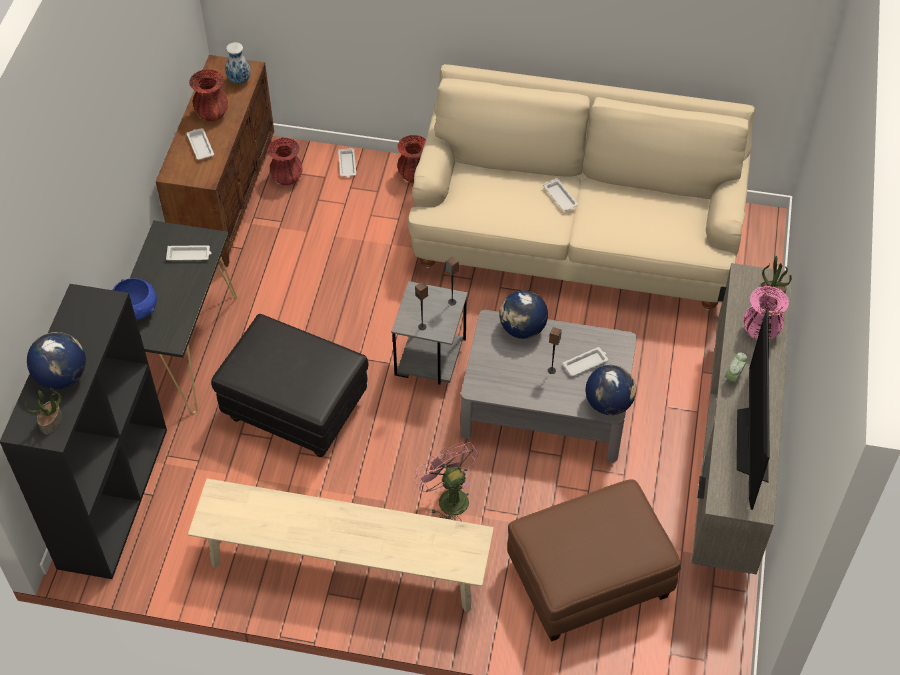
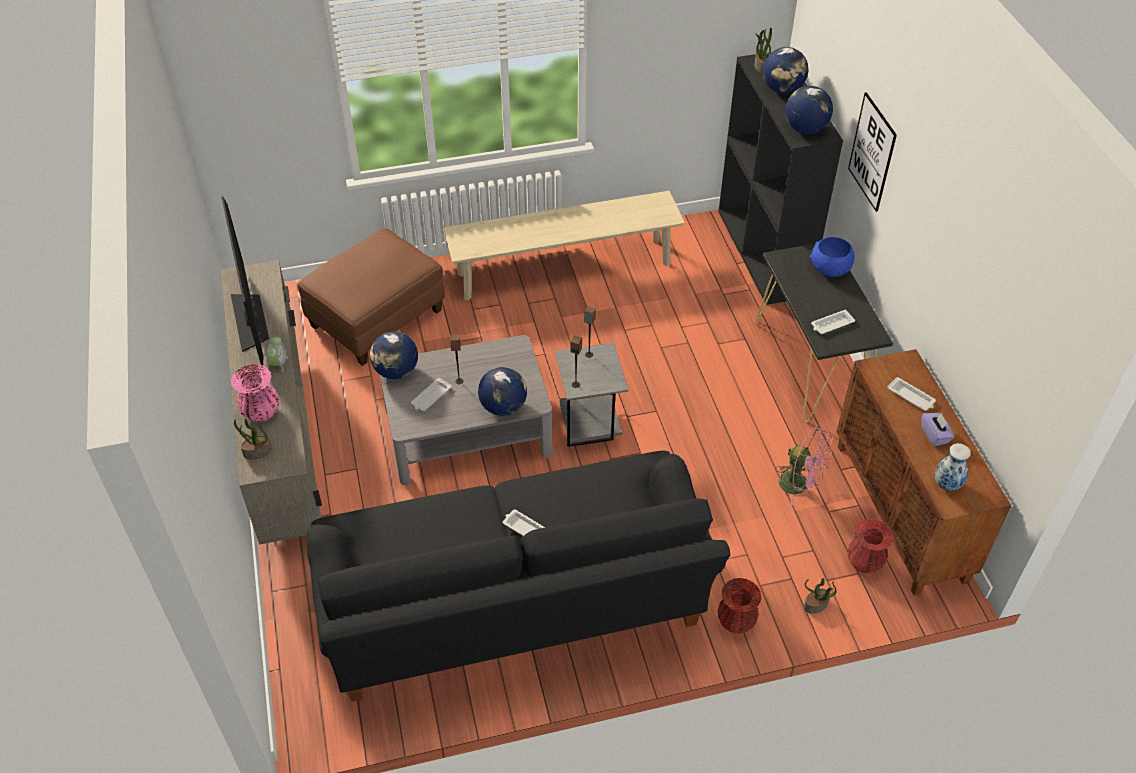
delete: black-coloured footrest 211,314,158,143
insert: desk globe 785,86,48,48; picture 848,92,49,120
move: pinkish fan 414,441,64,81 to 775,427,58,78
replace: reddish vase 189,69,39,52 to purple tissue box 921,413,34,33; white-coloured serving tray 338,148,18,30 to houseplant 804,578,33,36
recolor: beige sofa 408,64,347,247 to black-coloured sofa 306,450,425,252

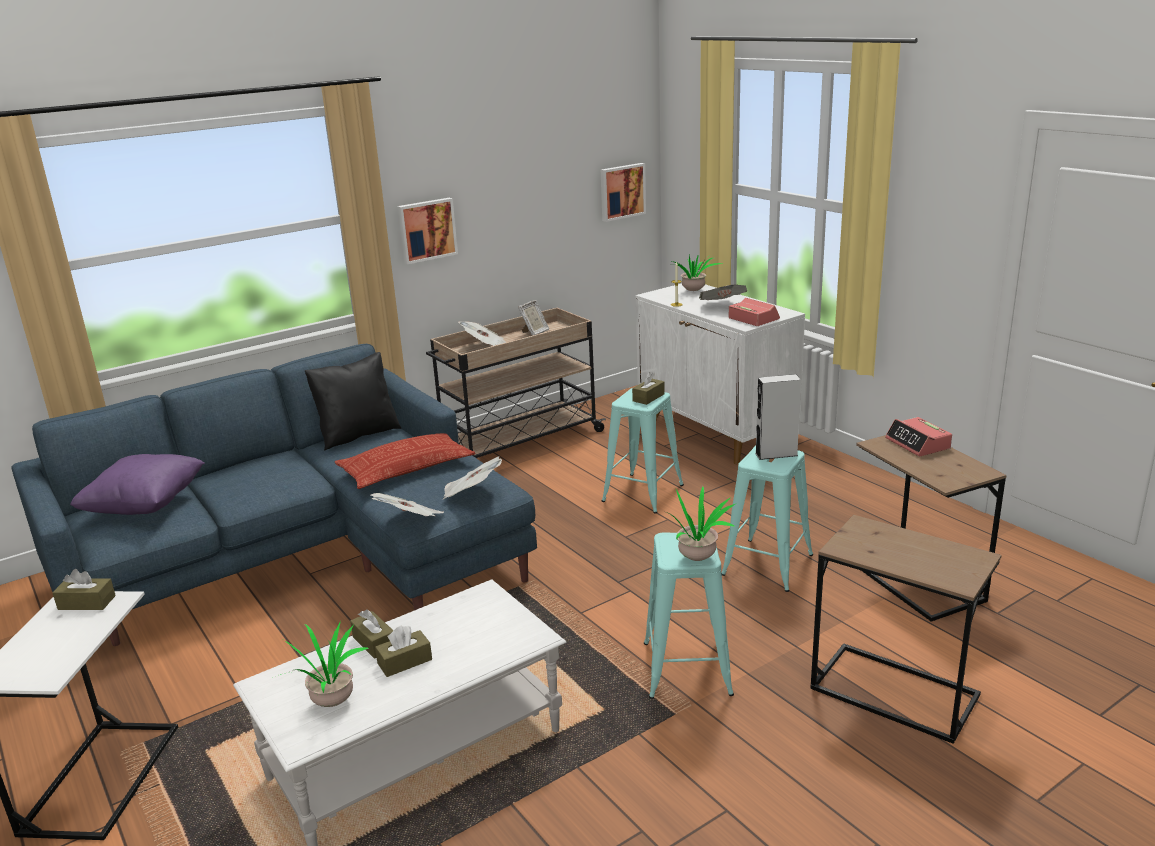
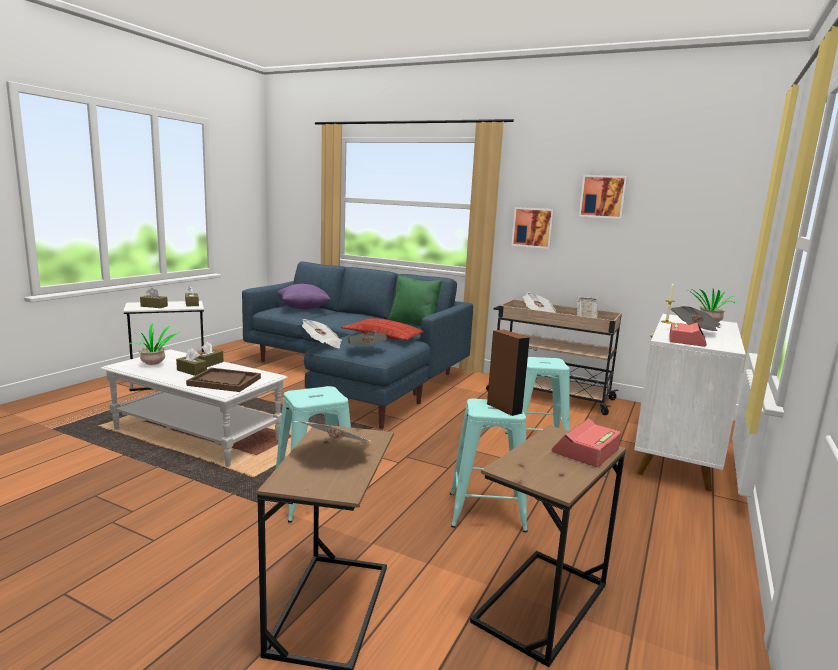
delete: houseplant 651,486,84,75
insert: brown serving tray 186,368,75,24; newspaper 293,421,79,22
move: picture 601,163,45,59 to 579,175,48,44; brown tissue box 632,372,33,33 to 140,288,28,20
recolor: black-coloured cushion 305,352,96,98 to greenish cushion 389,275,53,51; gray speaker 755,374,46,86 to brown speaker 487,329,43,87

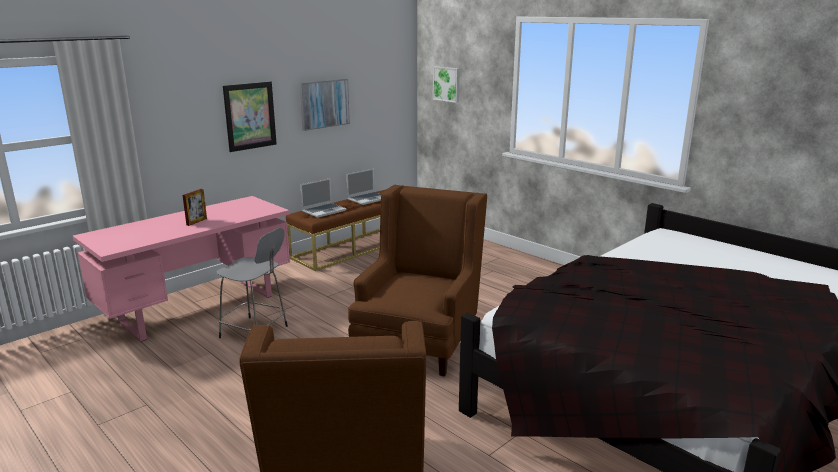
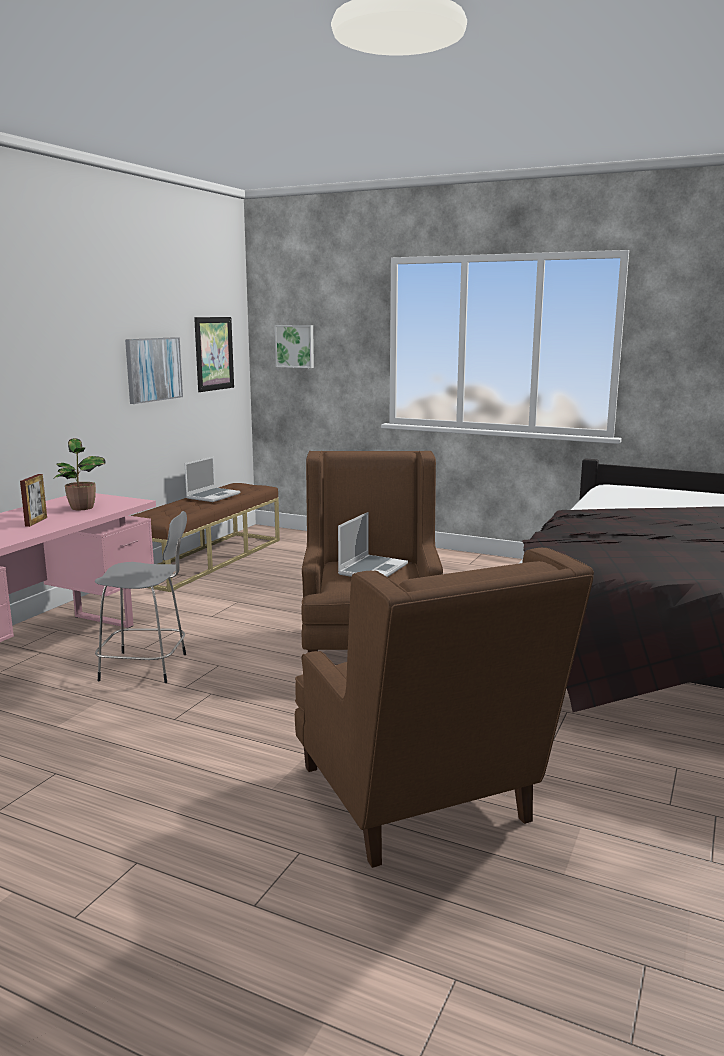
insert: houseplant 53,438,52,72
move: picture 223,82,54,70 to 194,317,40,75; notebook computer 301,178,45,40 to 338,512,70,65

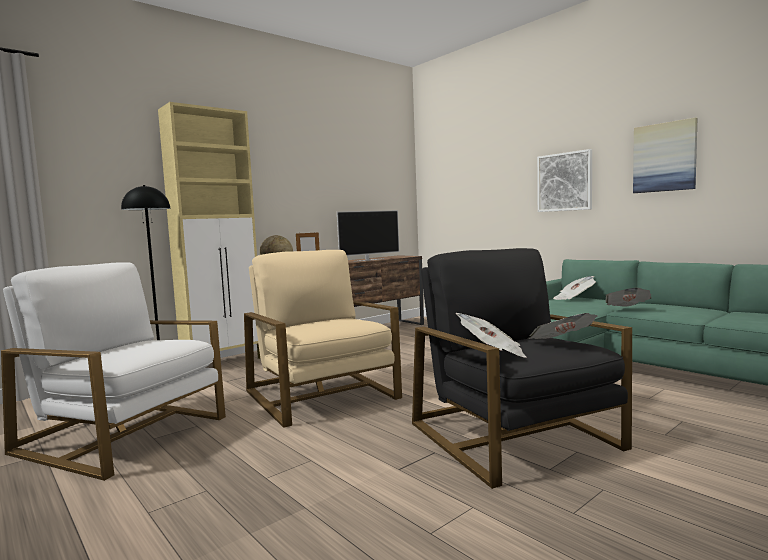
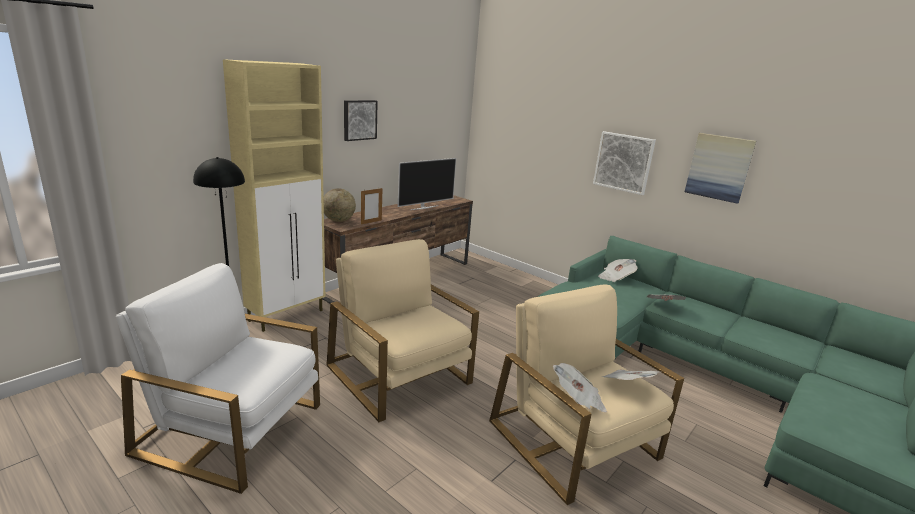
insert: picture 344,100,34,41
recolor: black-coloured easy chair 412,248,220,241 to beige easy chair 489,285,195,220

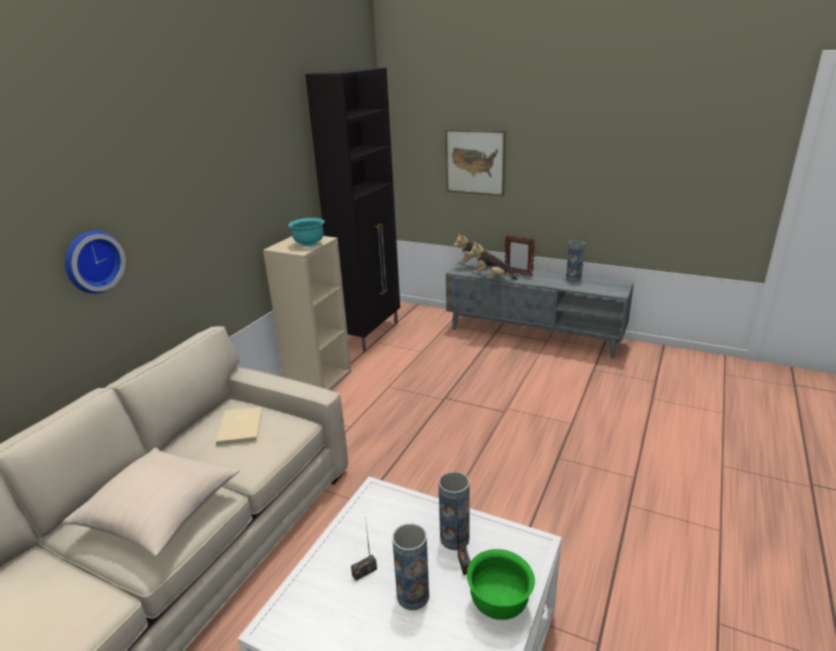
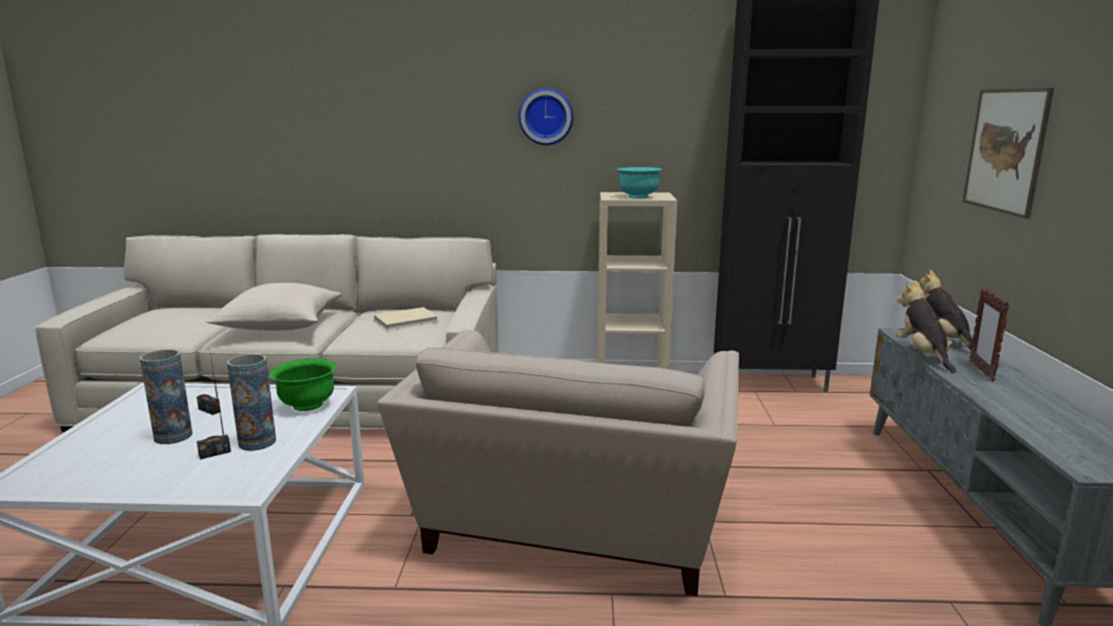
delete: vase 566,241,19,41
insert: beige easy chair 377,330,362,266
move: clock on the wall 65,230,61,64 to 519,88,55,57; greenish bowl 467,549,68,71 to 270,358,66,53

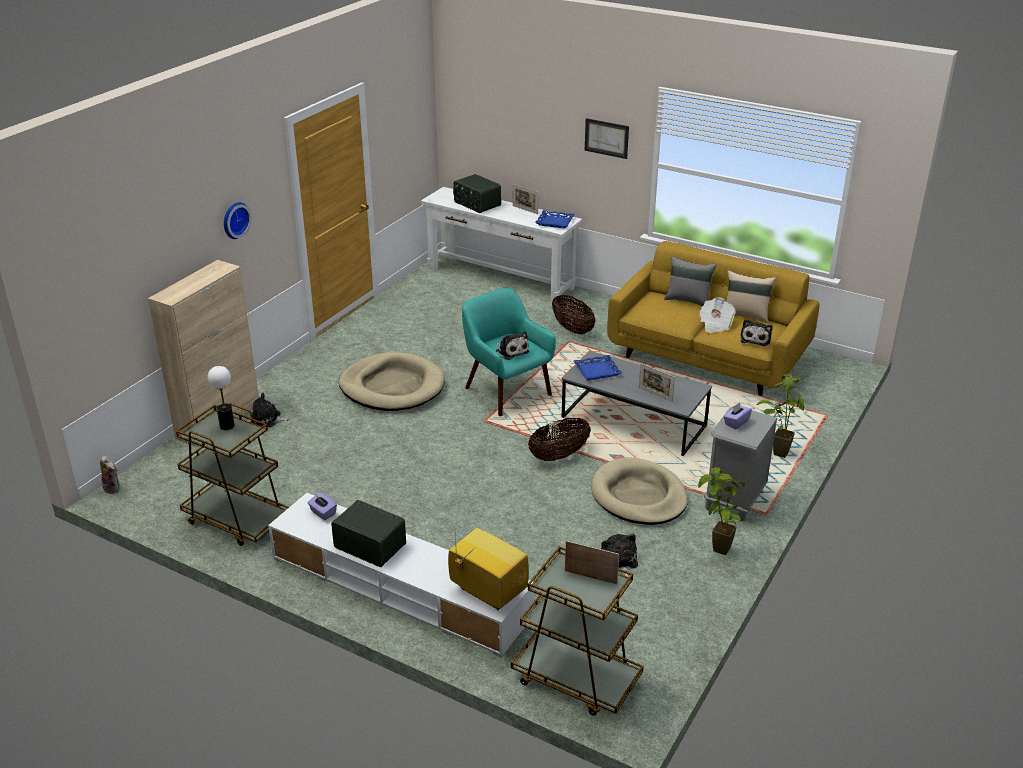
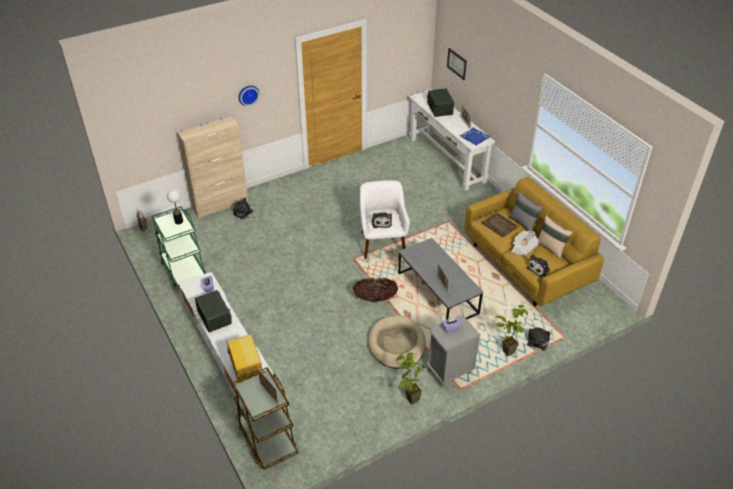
delete: beige pet bed 339,352,106,59; household basket 552,295,43,39; blue serving tray 574,355,48,25
insert: brown serving tray 482,213,36,25
move: picture 585,118,44,41 to 447,48,20,32; plush toy 601,534,37,43 to 527,327,23,28
recolor: brown cart 176,403,113,143 to greenish cart 152,206,54,83; blue-green easy chair 462,288,94,128 to white-coloured easy chair 360,180,50,79

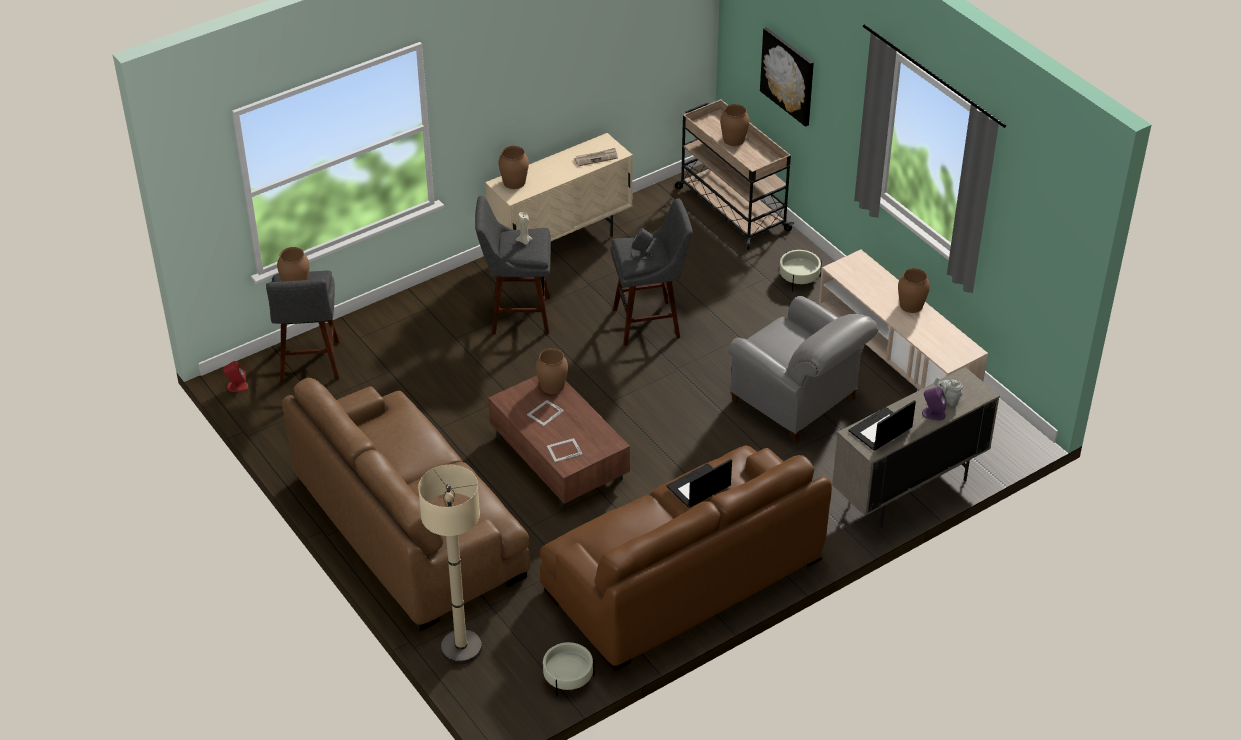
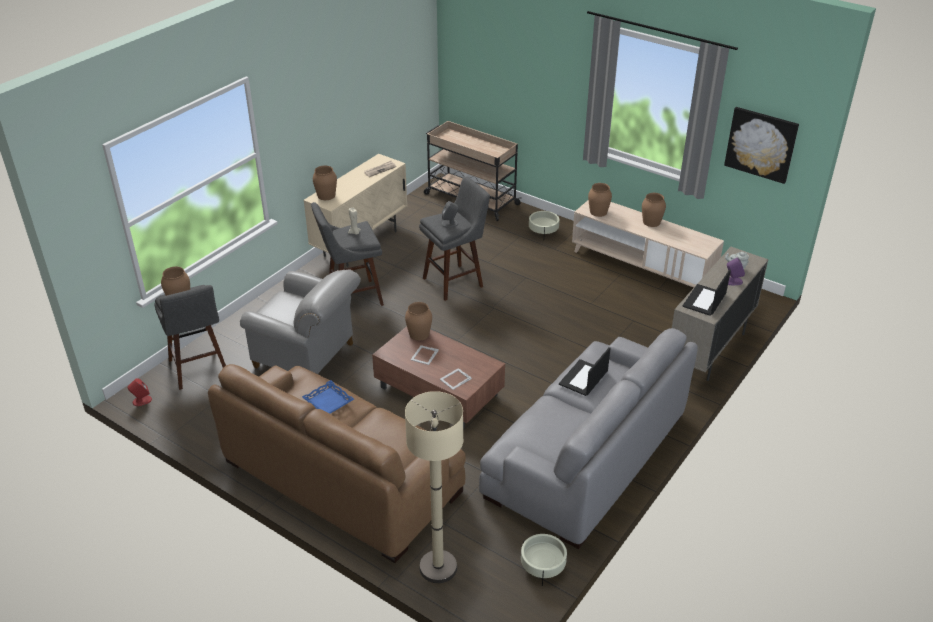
insert: blue serving tray 302,380,52,34
move: brown vase 720,104,30,42 to 588,183,24,34; gray easy chair 728,296,150,146 to 240,270,121,104; picture 760,27,54,100 to 724,107,75,77
recolor: brown sofa 540,446,292,225 to gray sofa 479,328,219,221

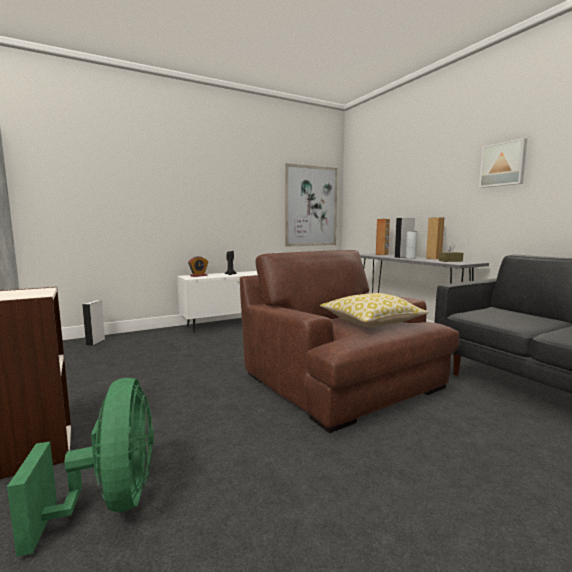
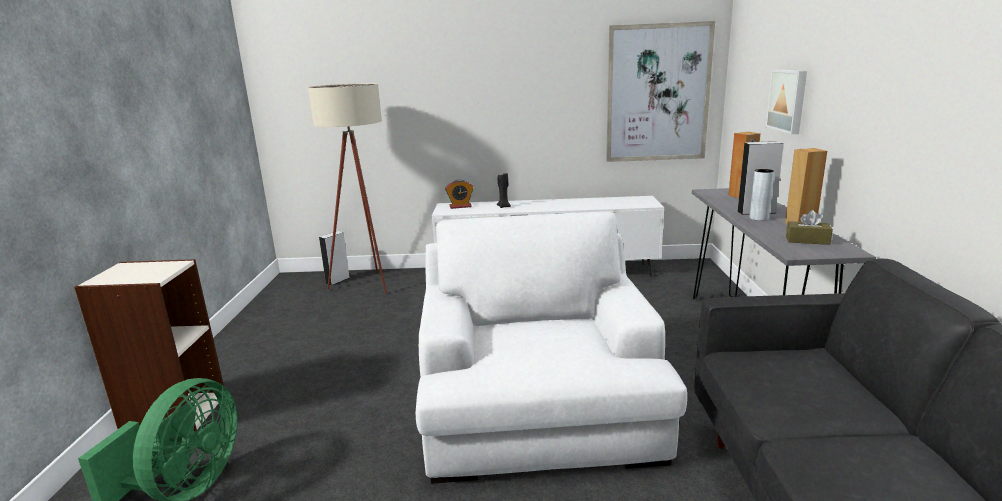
delete: cushion 320,293,109,34
insert: beige standard lamp 308,83,79,211
move: picture 479,138,48,50 to 766,69,41,65
recolor: brown easy chair 240,250,219,183 to white-coloured easy chair 416,211,271,273

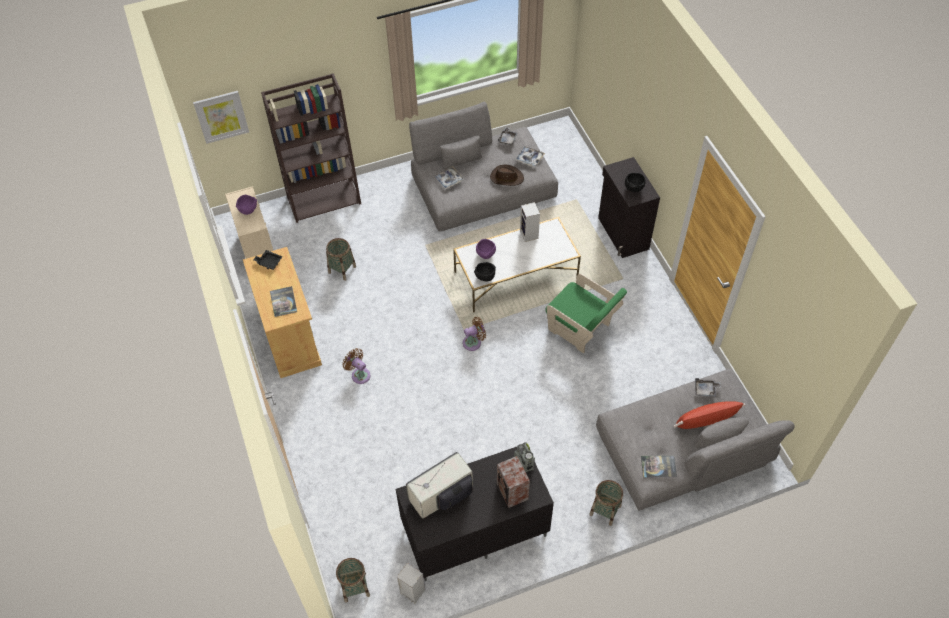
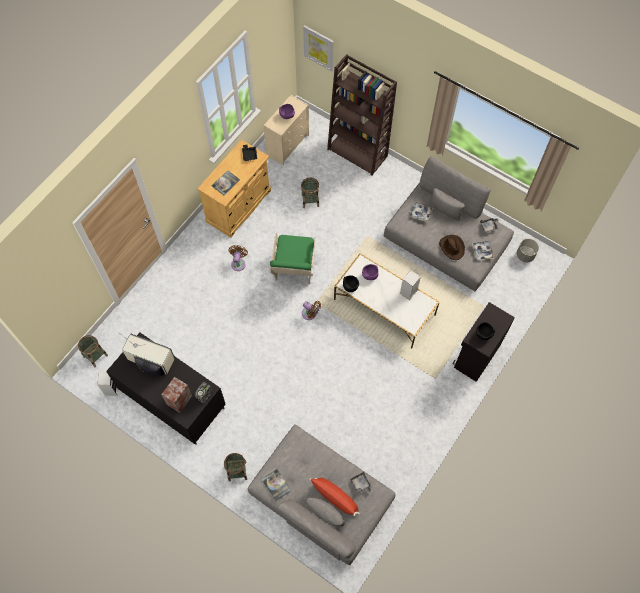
insert: gray planter 517,239,22,24
move: greenish easy chair 546,274,81,79 to 270,233,46,51

